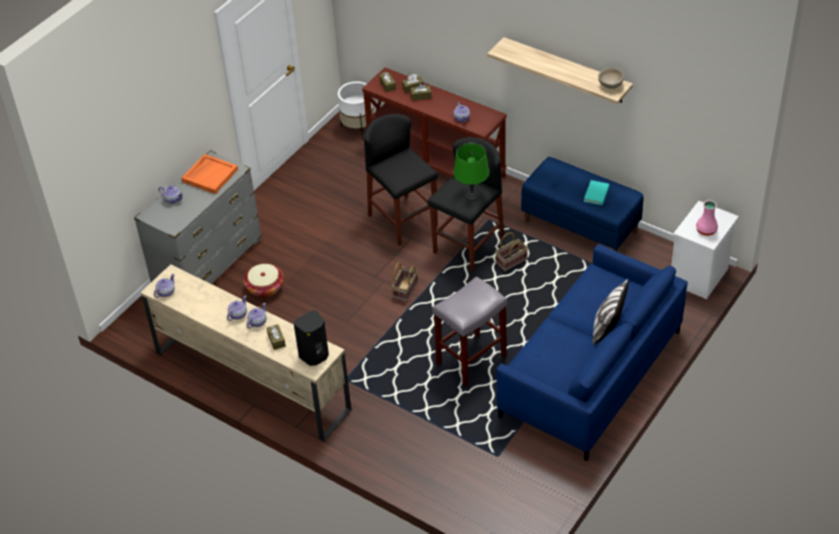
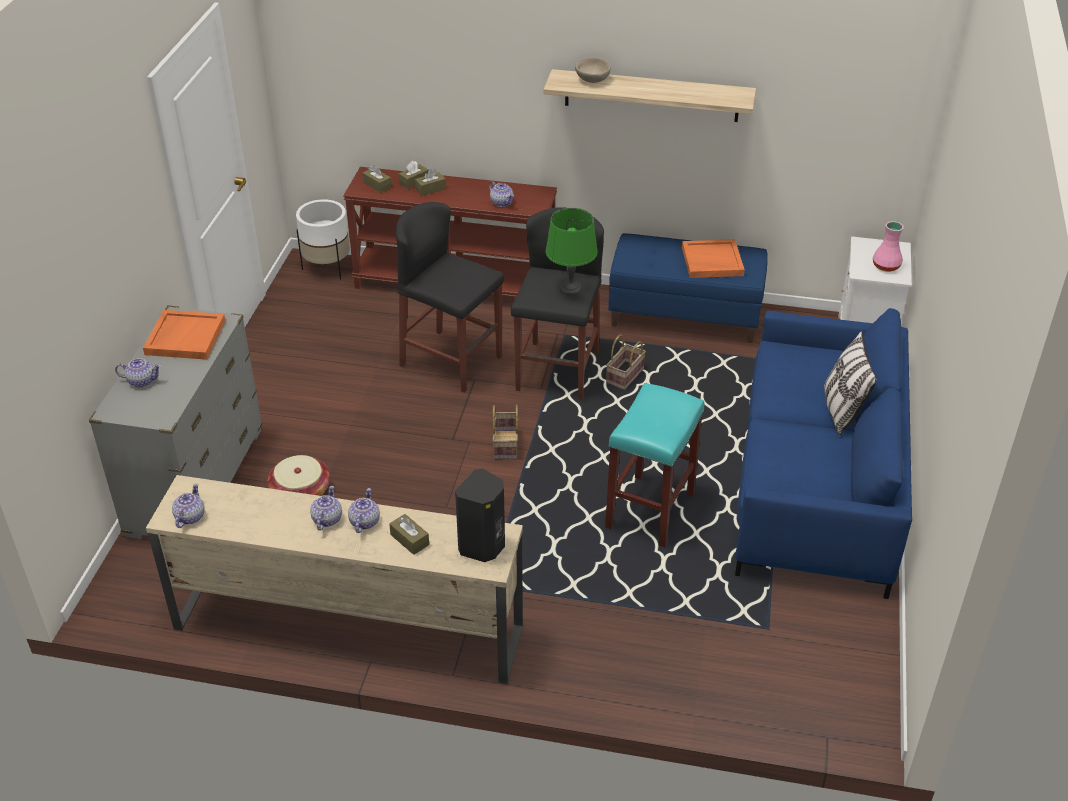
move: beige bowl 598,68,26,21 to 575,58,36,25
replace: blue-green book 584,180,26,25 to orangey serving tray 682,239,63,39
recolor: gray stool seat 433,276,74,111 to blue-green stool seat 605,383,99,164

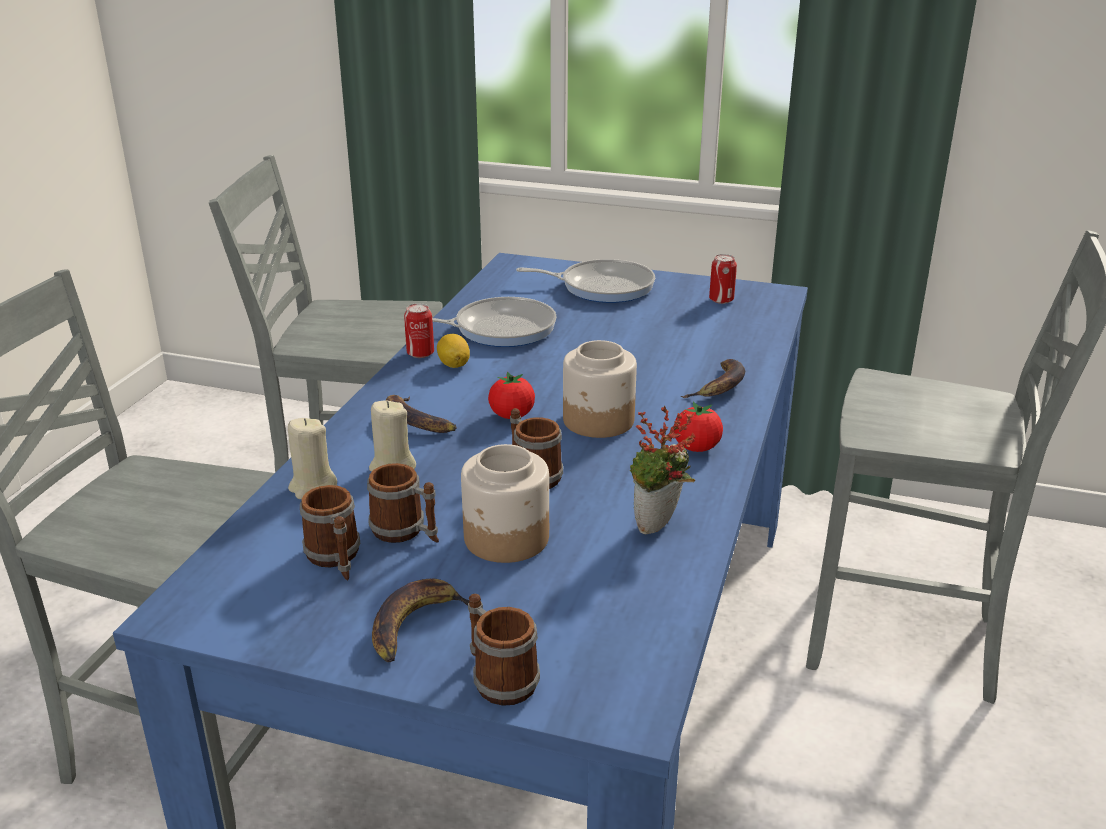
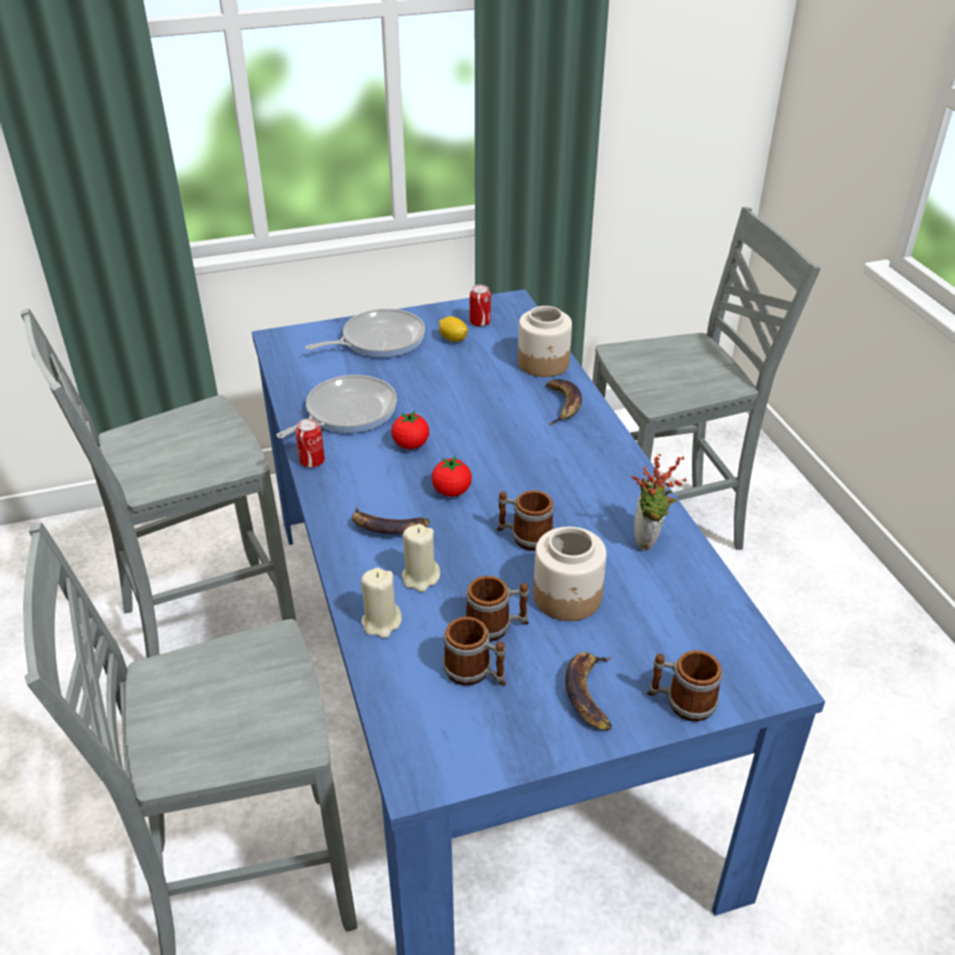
move: citrus fruit 437,334,33,34 to 439,316,29,26; jar 563,340,74,98 to 518,306,54,71; tomato 674,402,49,50 to 392,411,37,38

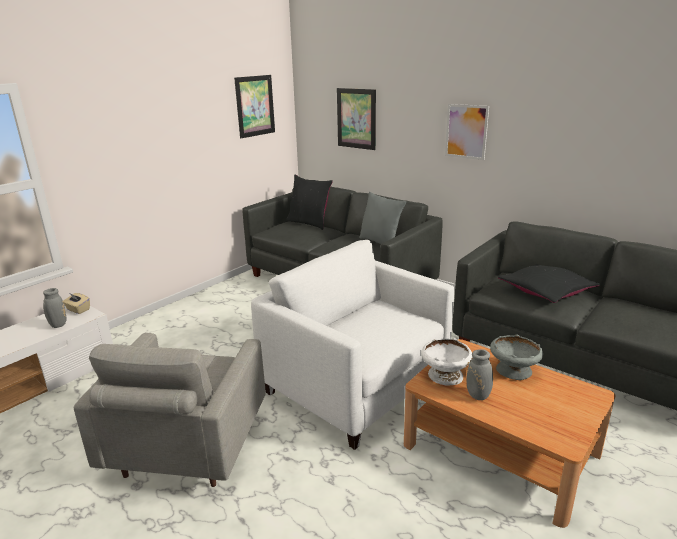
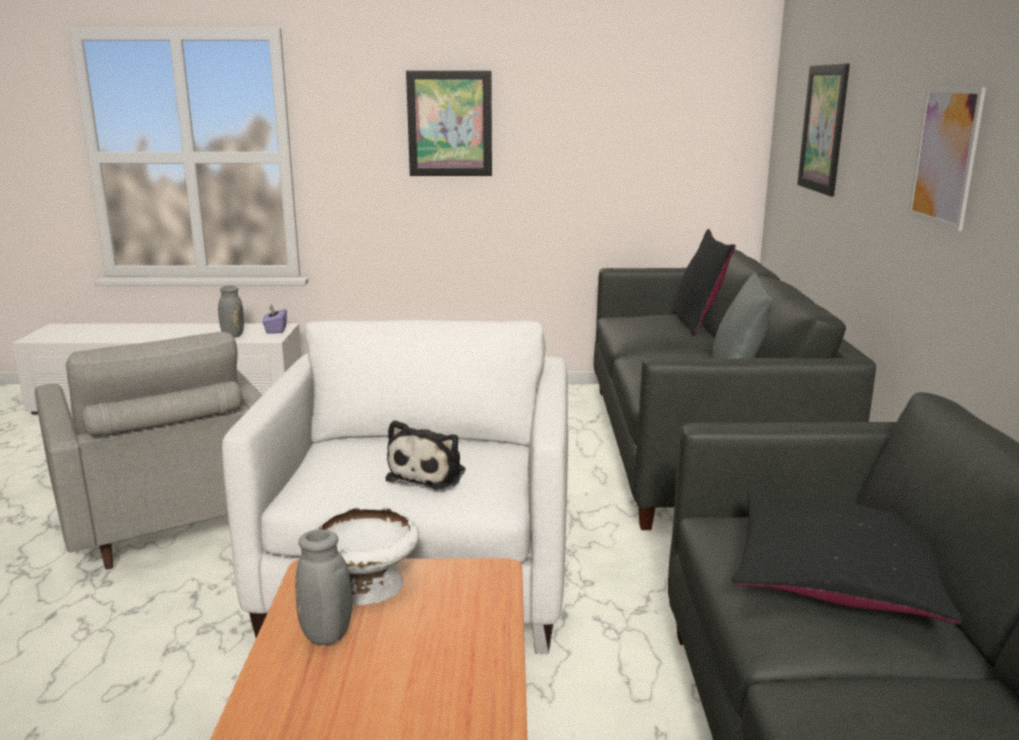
delete: gray bowl 490,334,53,46
insert: plush toy 386,420,79,69
move: picture 234,75,41,63 to 406,71,86,105
recolor: beige tissue box 63,293,27,21 to purple tissue box 262,304,25,30
rotate: gray easy chair 74,333,192,154 = 35,332,227,238 90 degrees counterclockwise

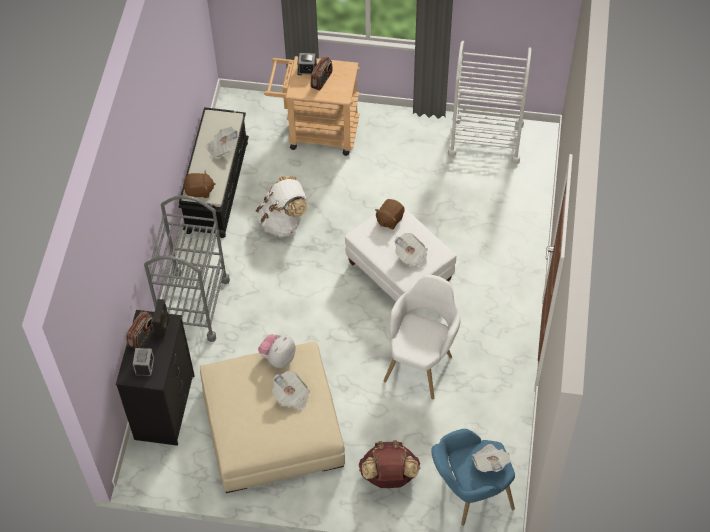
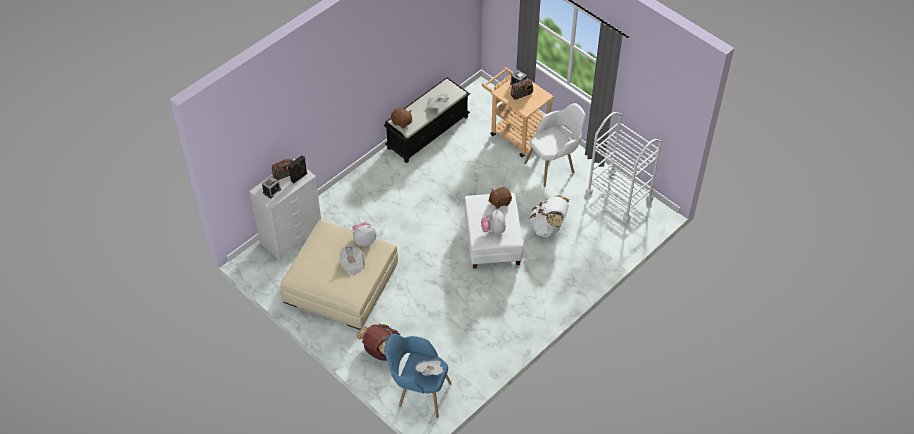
delete: gray cart 144,195,86,147
move: white-coloured knapsack 256,176,51,61 to 529,195,40,42; white-coloured easy chair 383,274,78,126 to 524,103,62,84
replace: newspaper 395,233,33,34 to plush toy 481,210,25,24
recolor: black-coloured chest of drawers 116,310,79,136 to white-coloured chest of drawers 249,159,72,102

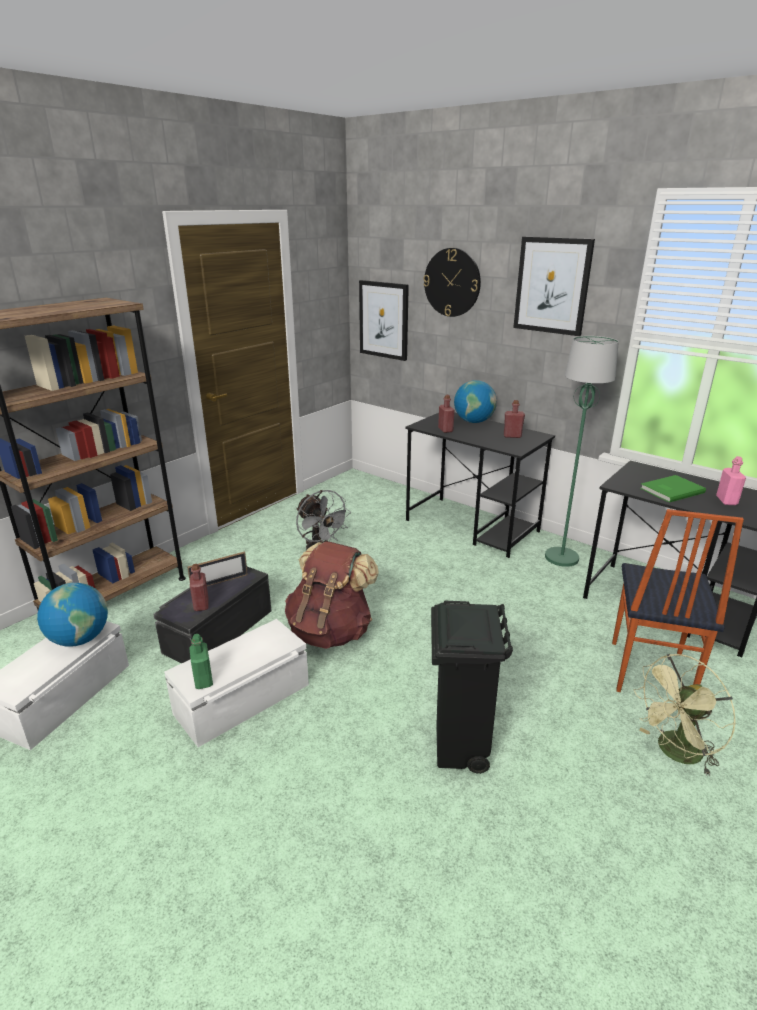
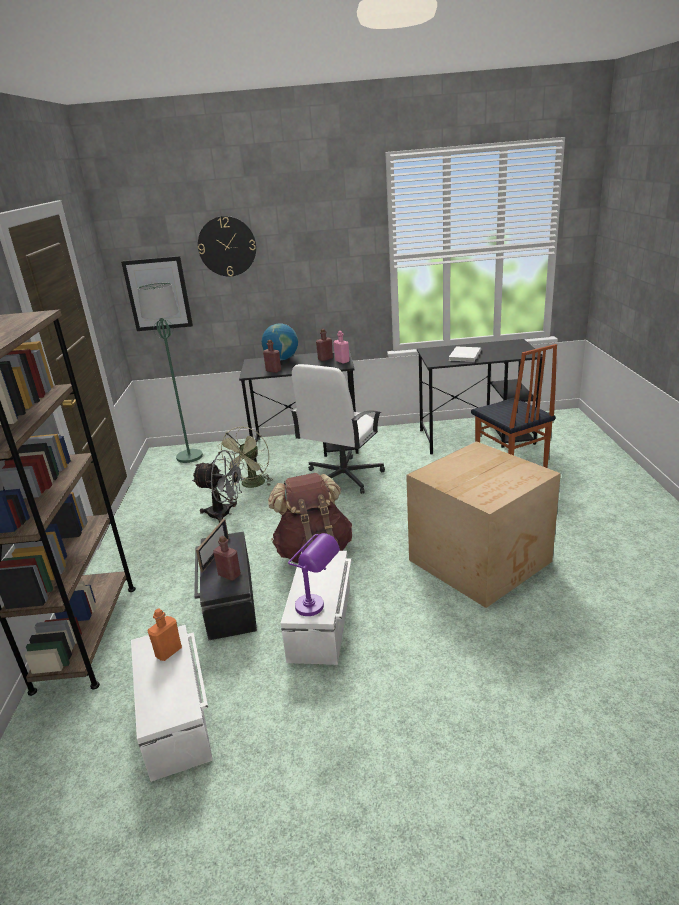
delete: picture 513,237,82,99
insert: white-coloured office chair 290,364,95,130
move: greenish standard lamp 545,336,74,231 to 138,283,65,180; greenish fan 633,654,103,122 to 217,426,56,62; pinkish bottle 716,456,30,49 to 333,331,17,33
replace: desk globe 37,583,71,64 to orangey bottle 148,609,34,52; greenish bottle 189,634,24,55 to purple tabletop lamp 288,533,52,83; black-coloured trash can 431,601,82,173 to carton 406,441,155,167
recolor: greenish book 640,475,66,28 to white-coloured book 449,347,32,15

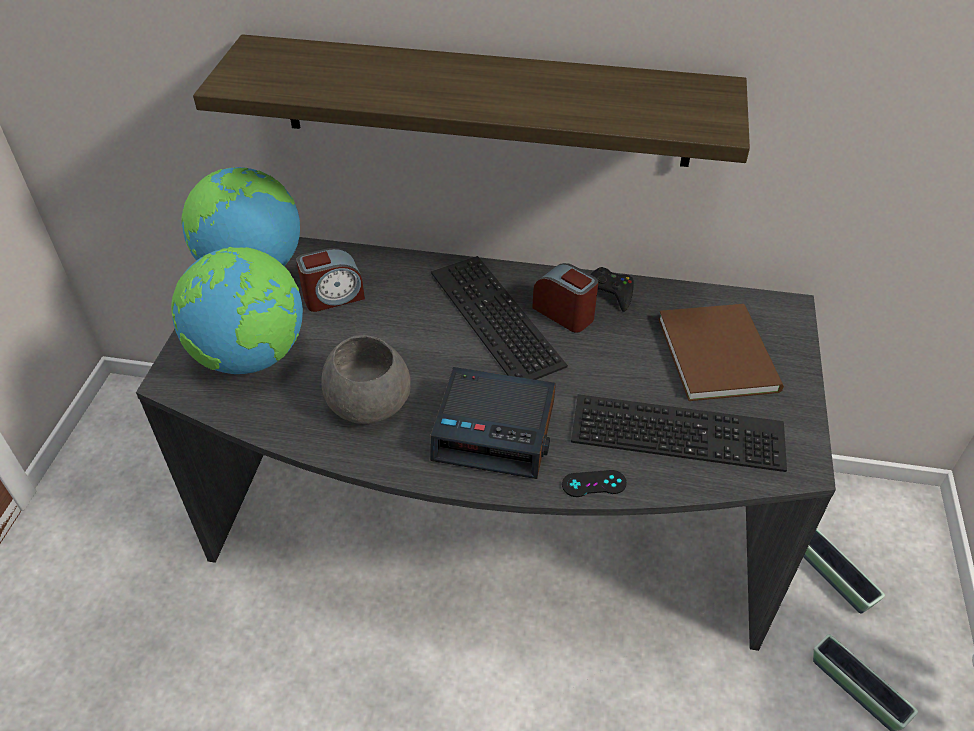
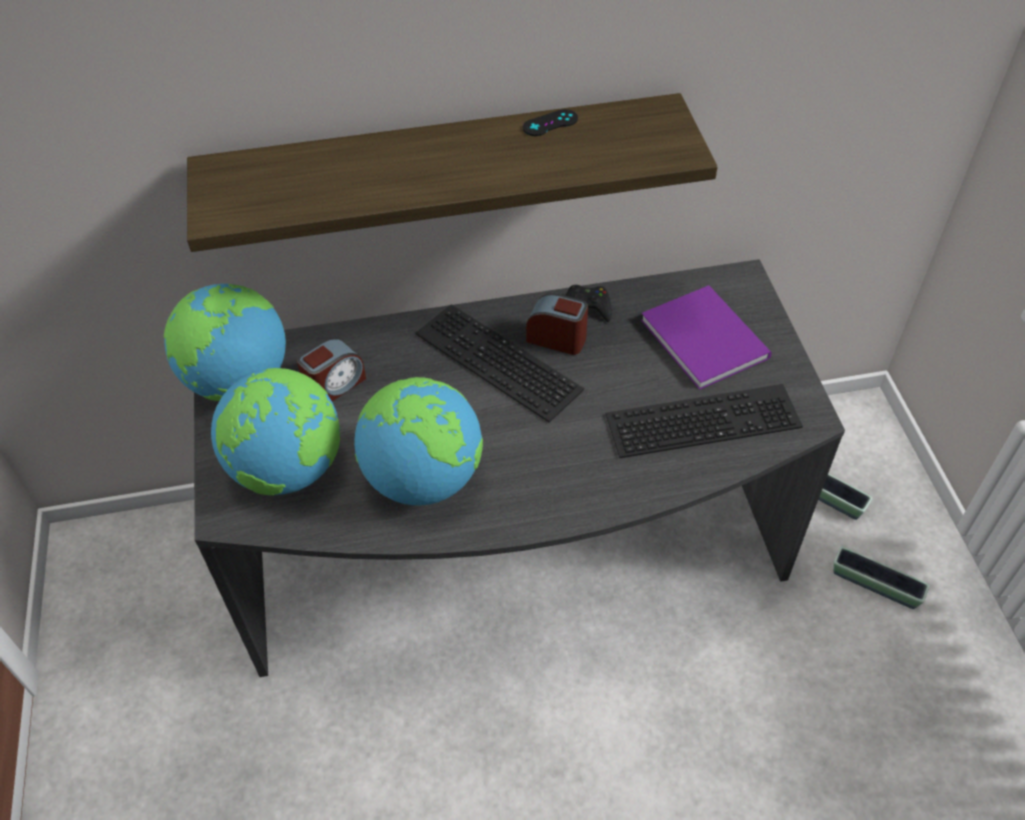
delete: table clock 430,367,126,112
move: black-coloured gamepad 562,470,65,27 to 523,109,55,27
replace: gray bowl 322,335,89,89 to desk globe 355,377,128,128
recolor: brown book 658,304,126,97 to purple book 641,285,131,105

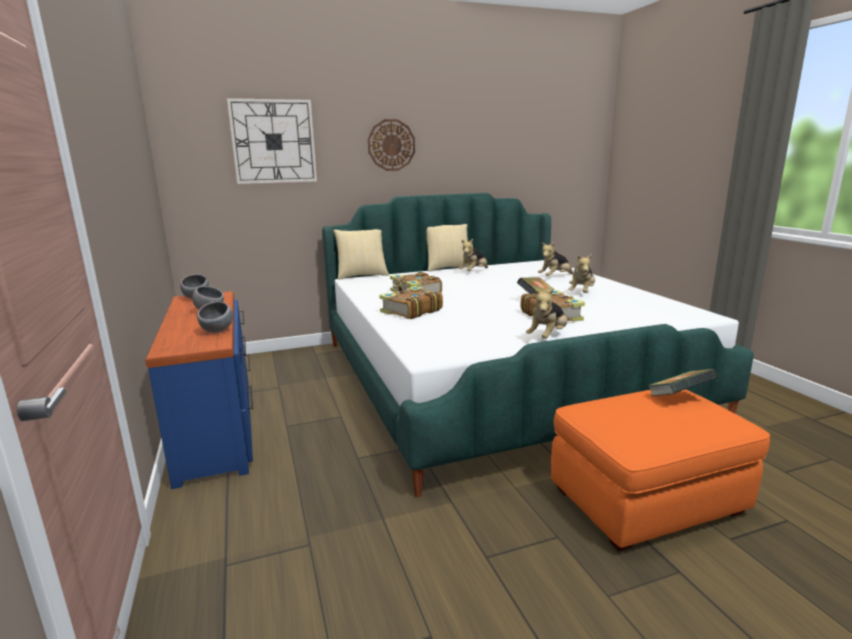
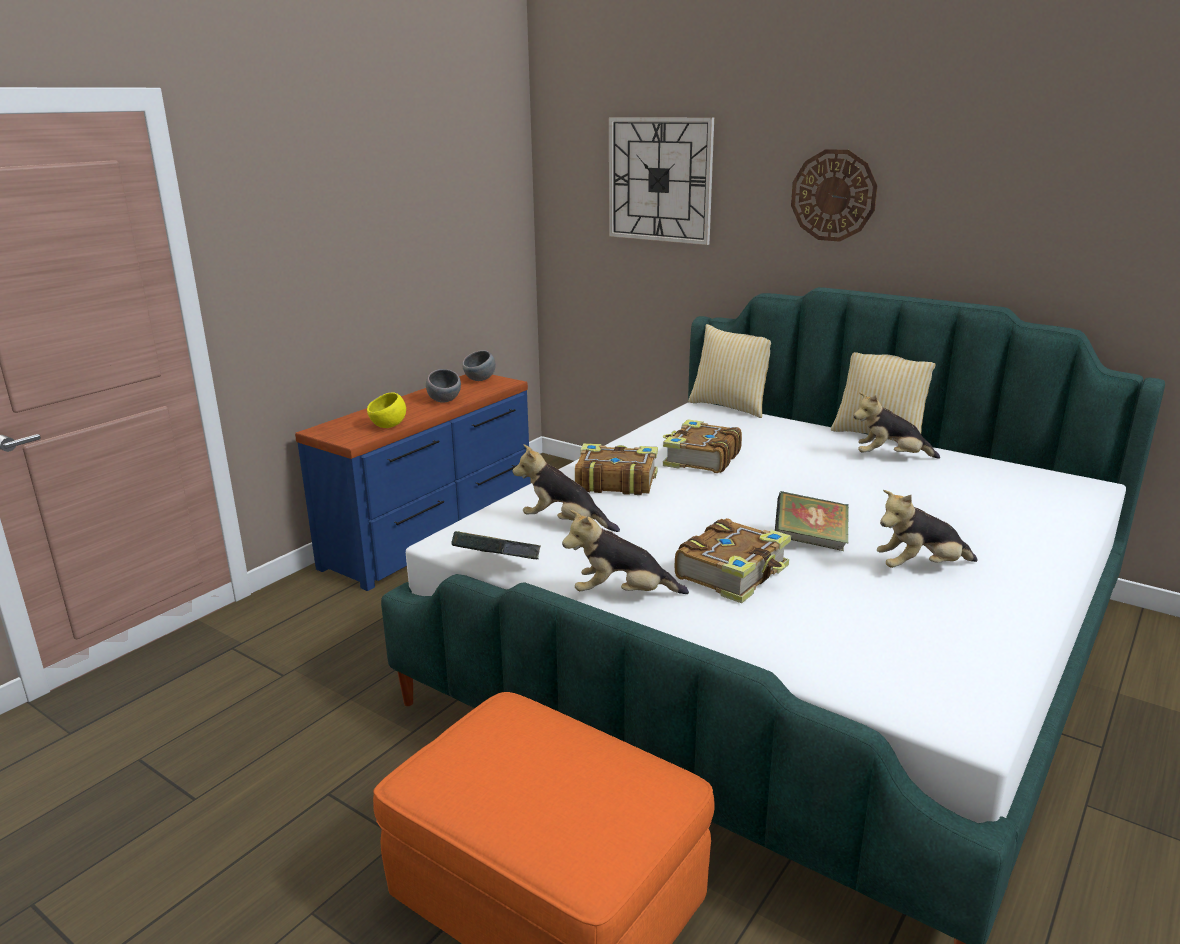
move: plush toy 538,242,35,34 to 513,444,107,88; book 647,369,71,27 to 451,531,90,28
recolor: gray bowl 197,301,36,32 to yellowish bowl 367,393,39,35

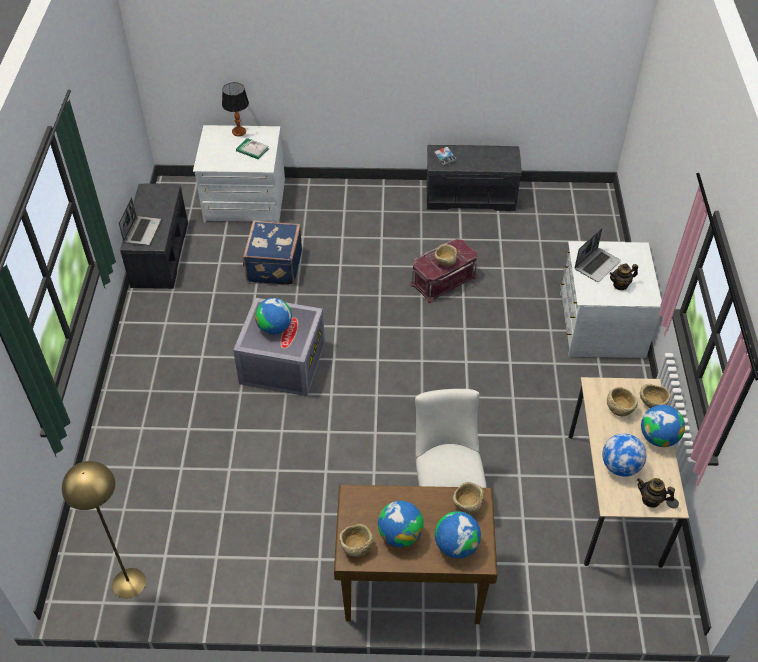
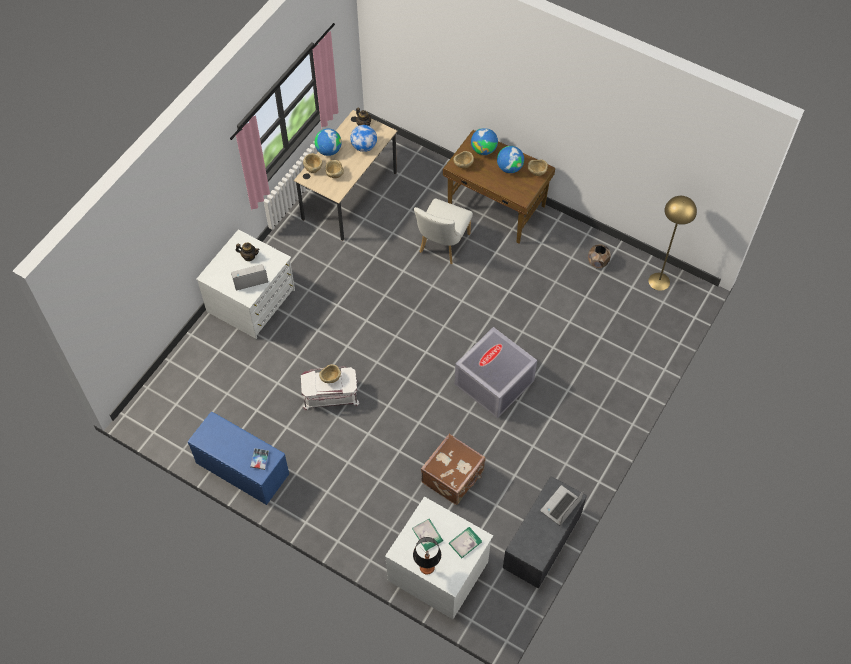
delete: desk globe 255,298,37,36
insert: book 449,527,33,31; brown planter 588,244,23,24
recolor: blue piece of luggage 243,220,59,66 to brown piece of luggage 421,434,65,71; reddish storage box 410,239,68,65 to white-coloured storage box 301,366,58,44; gray long seat 427,145,95,66 to blue long seat 188,412,101,93

